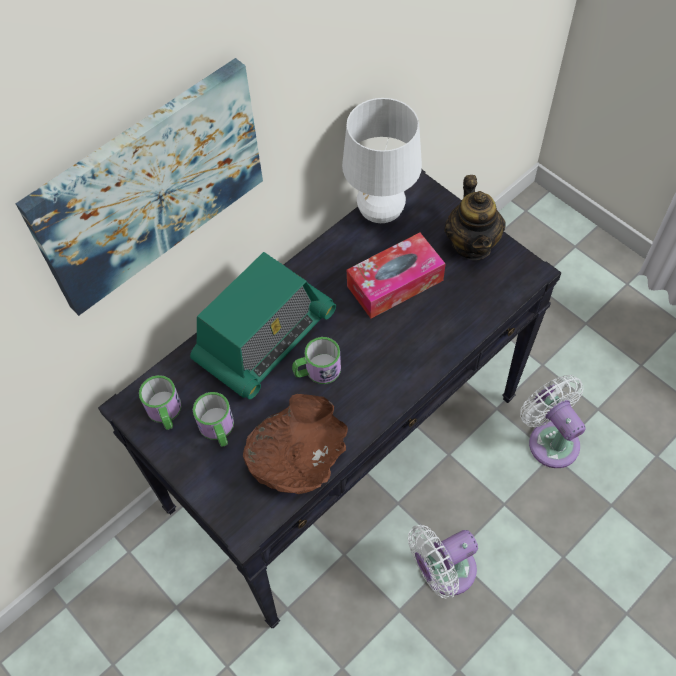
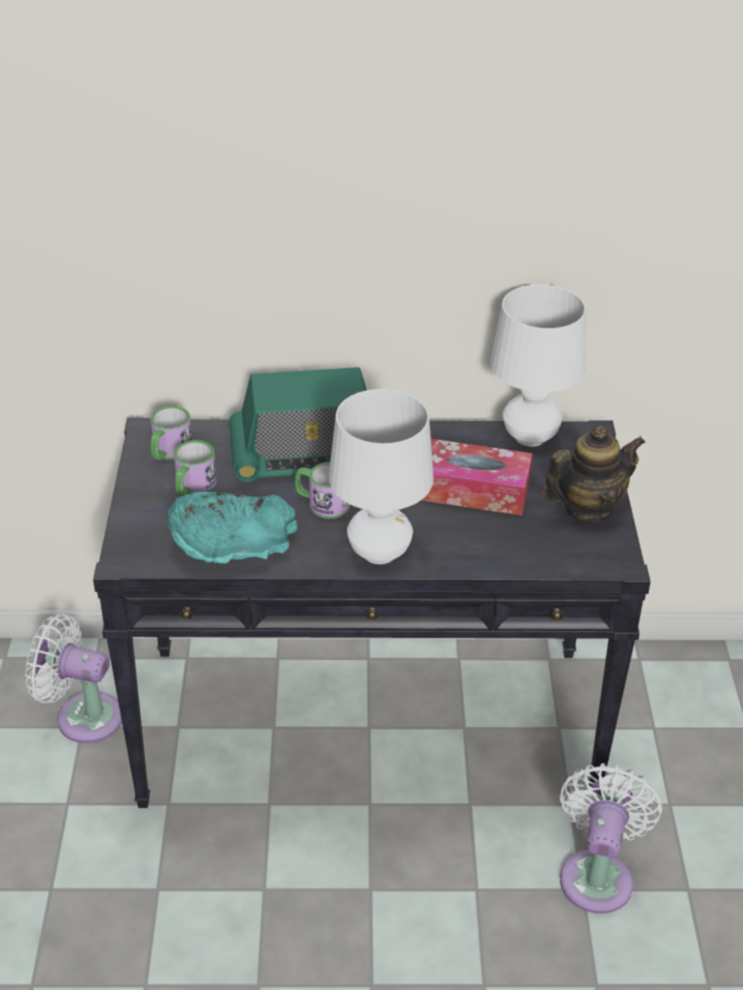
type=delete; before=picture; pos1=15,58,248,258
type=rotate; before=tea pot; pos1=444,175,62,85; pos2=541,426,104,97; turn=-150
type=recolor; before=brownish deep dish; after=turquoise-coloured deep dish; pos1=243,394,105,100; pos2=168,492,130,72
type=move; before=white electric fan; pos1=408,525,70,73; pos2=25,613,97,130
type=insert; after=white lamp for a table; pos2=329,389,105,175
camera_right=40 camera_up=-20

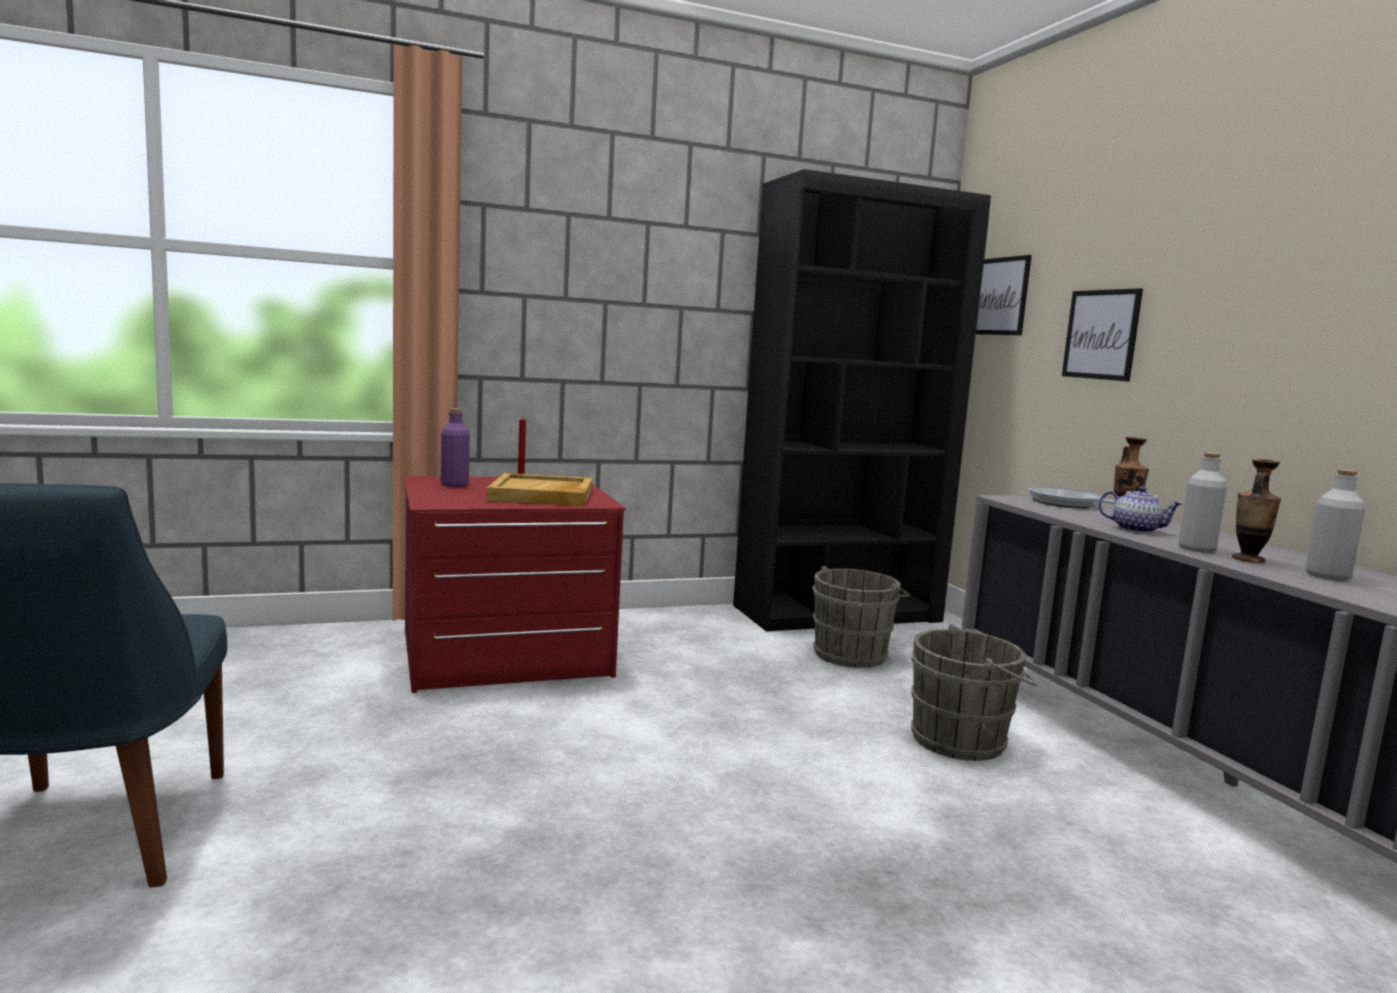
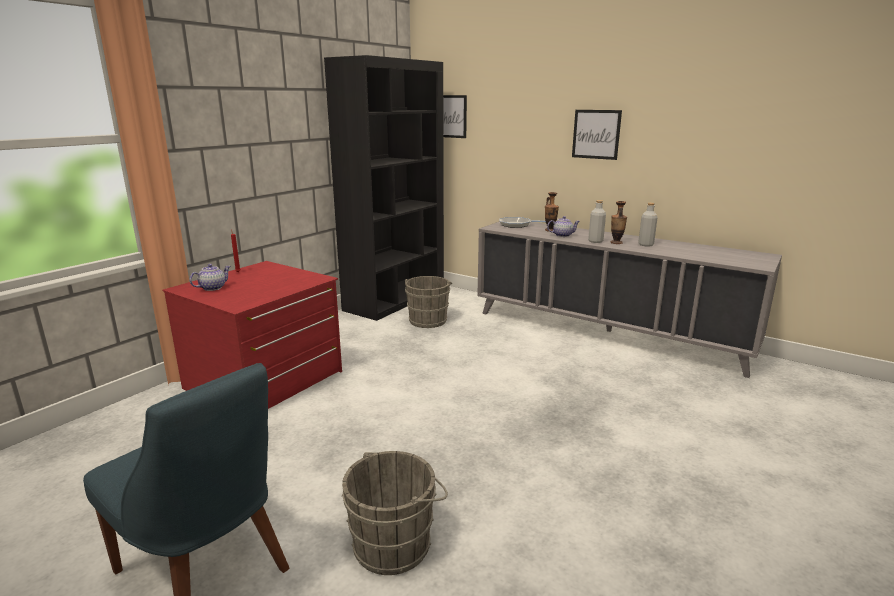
type=move; before=picture; pos1=1062,288,81,94; pos2=572,110,50,50
type=replace; before=purple-coloured bottle; after=tea pot; pos1=441,408,29,79; pos2=190,264,41,27
type=delete; before=beige-coloured carrying tray; pos1=486,473,107,33
type=move; before=gray bucket; pos1=911,624,126,137; pos2=342,451,106,124
camera_right=-35 camera_up=10

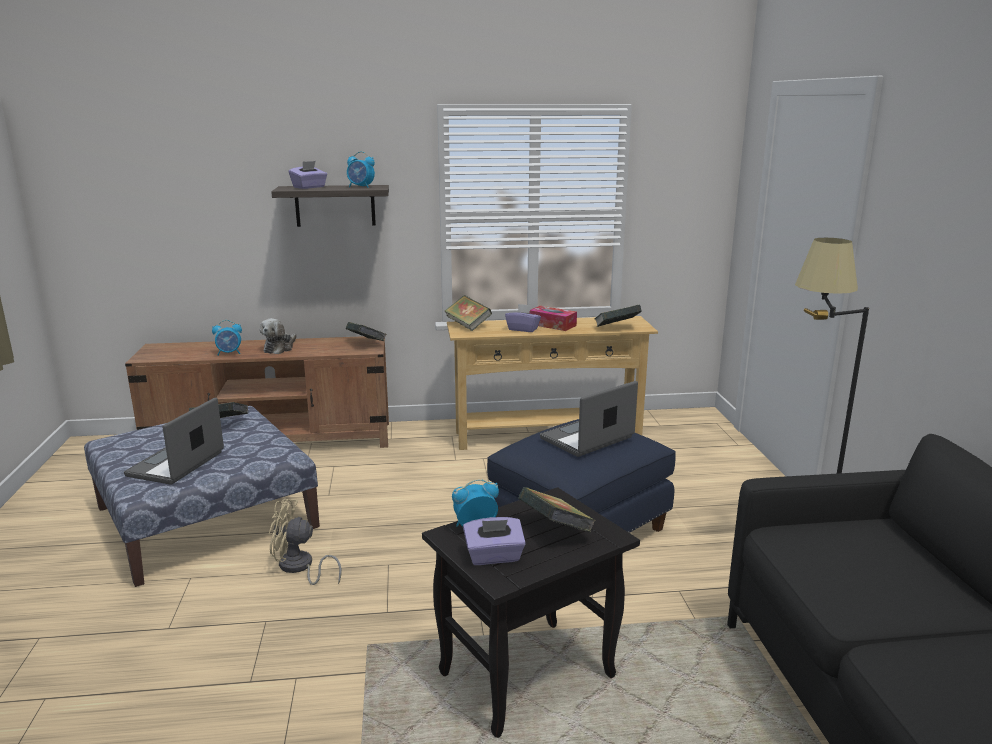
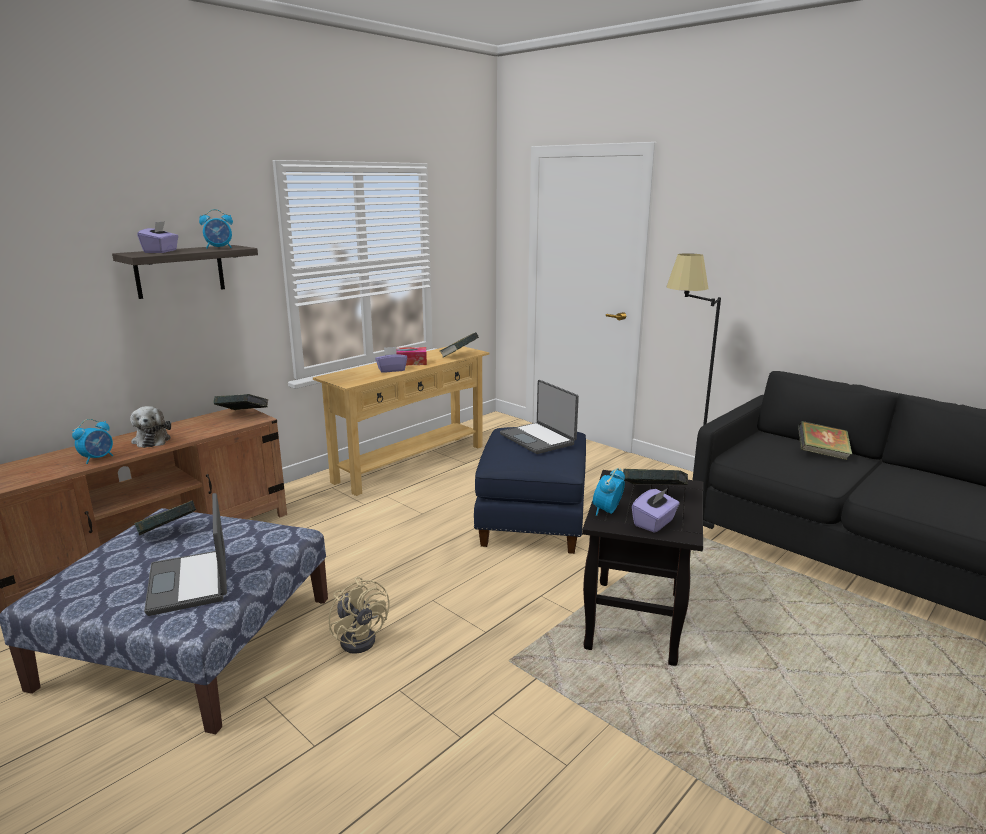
type=move; before=book; pos1=445,295,47,36; pos2=798,421,54,39
type=rotate; before=laptop; pos1=540,381,98,76; pos2=500,380,79,74; turn=-45
type=rotate; before=beige-coloured electric fan; pos1=269,499,73,86; pos2=329,577,61,77; turn=-90
camera_right=-40 camera_up=0

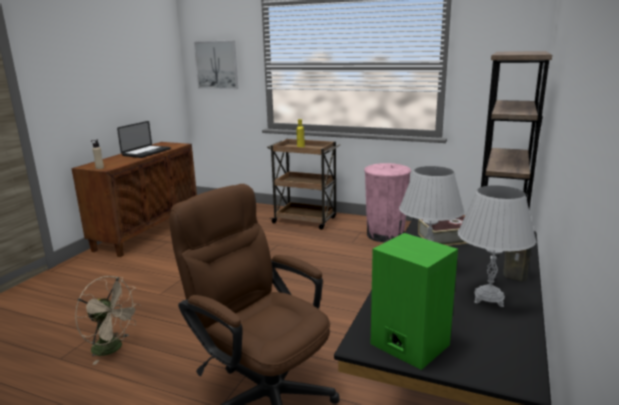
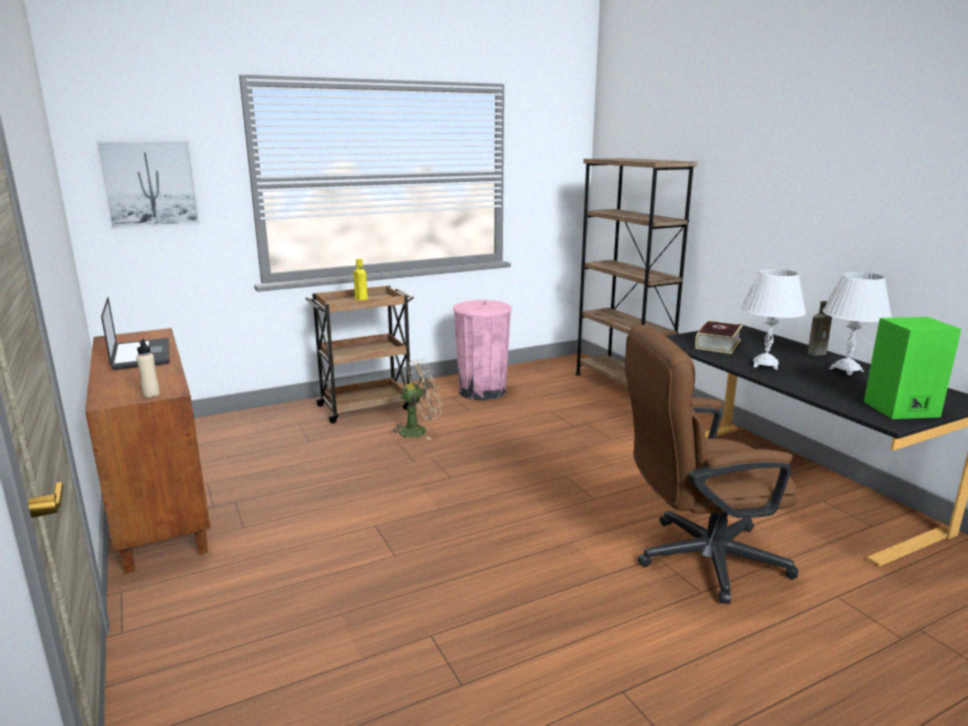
type=move; before=beige-coloured electric fan; pos1=75,276,64,89; pos2=389,359,53,81
camera_right=-50 camera_up=0

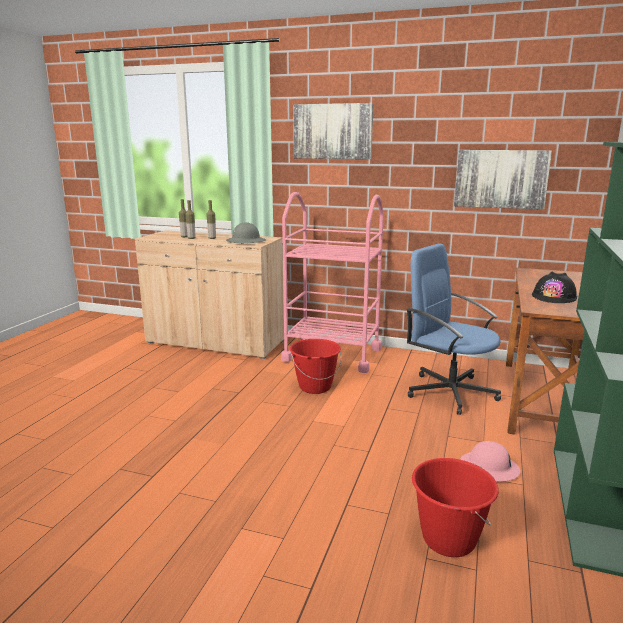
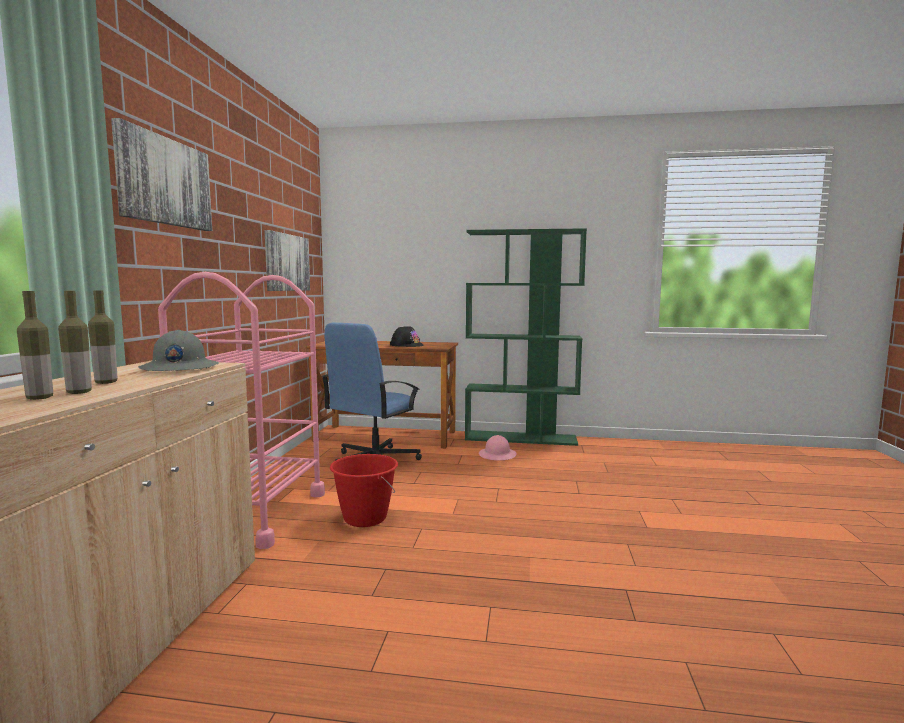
type=delete; before=red bucket; pos1=412,458,87,99
camera_right=-100 camera_up=-10

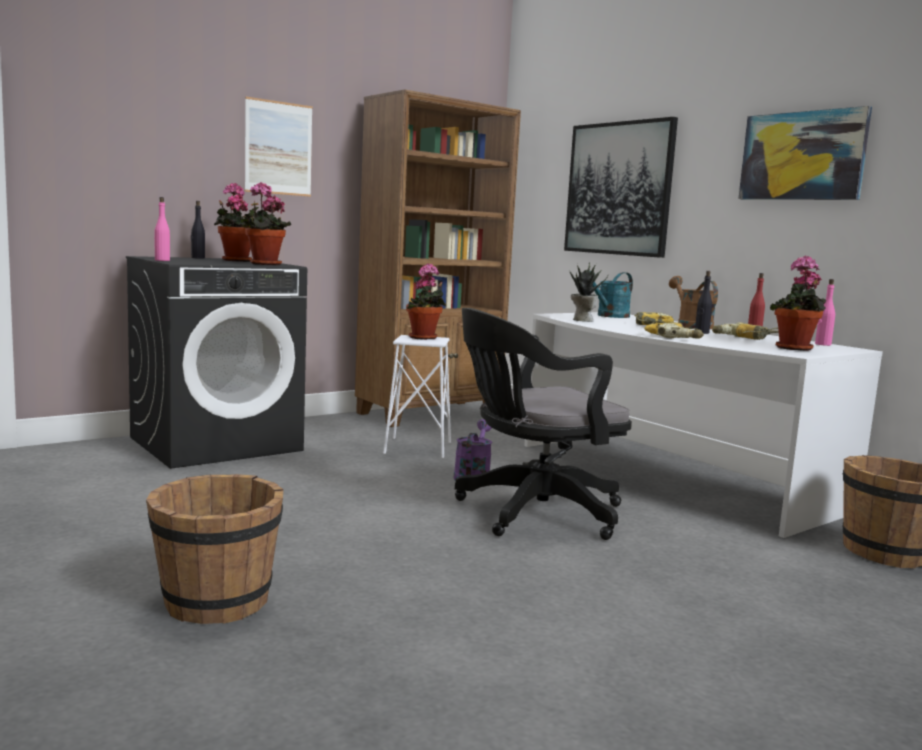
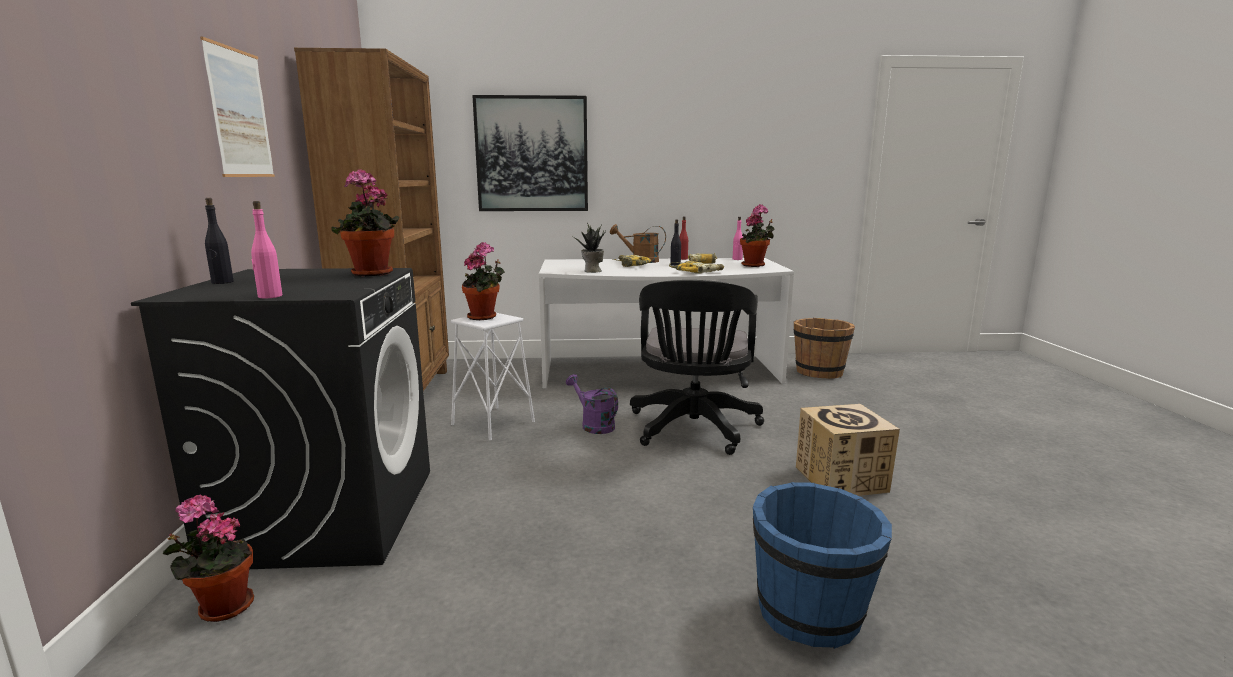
type=delete; before=picture; pos1=738,106,134,94
type=move; before=houseplant; pos1=214,183,38,79; pos2=163,494,91,128
type=delete; before=turquoise-coloured sprinkling can; pos1=590,271,43,47
type=recolor; before=brownish bucket; after=blue bucket; pos1=146,474,137,150; pos2=753,482,139,167
type=insert; after=cardboard box; pos2=796,404,104,92
camera_right=-55 camera_up=5

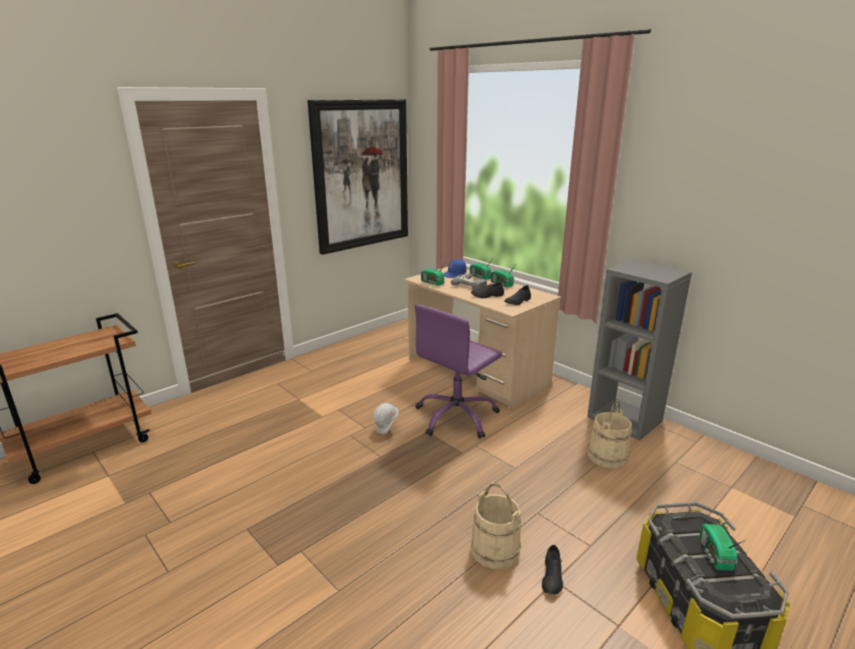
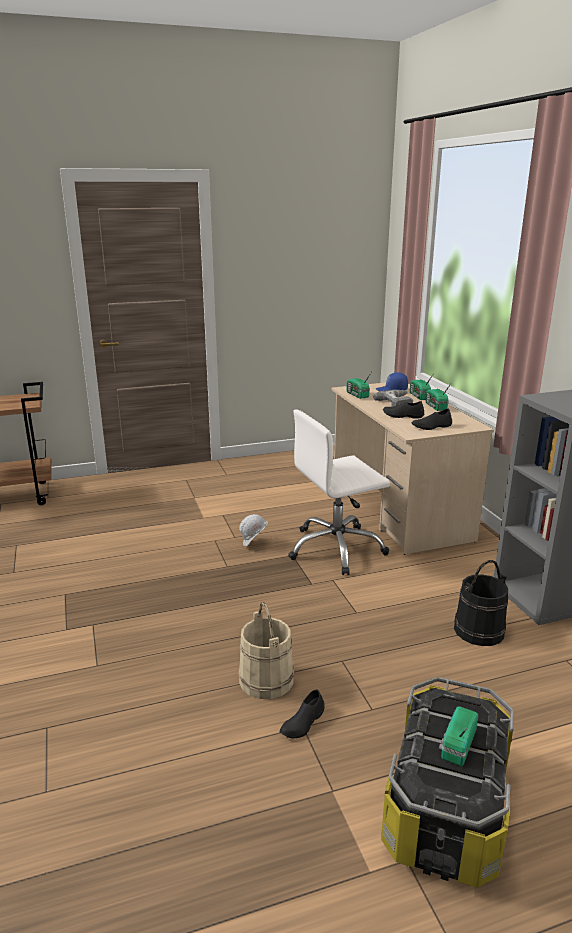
type=delete; before=picture; pos1=307,99,101,156
type=recolor; before=purple-coloured computer chair; after=white computer chair; pos1=415,304,87,135; pos2=288,409,102,166
type=recolor; before=beige-coloured bucket; after=blackish bucket; pos1=588,400,44,69; pos2=454,560,54,86
camera_right=25 camera_up=0

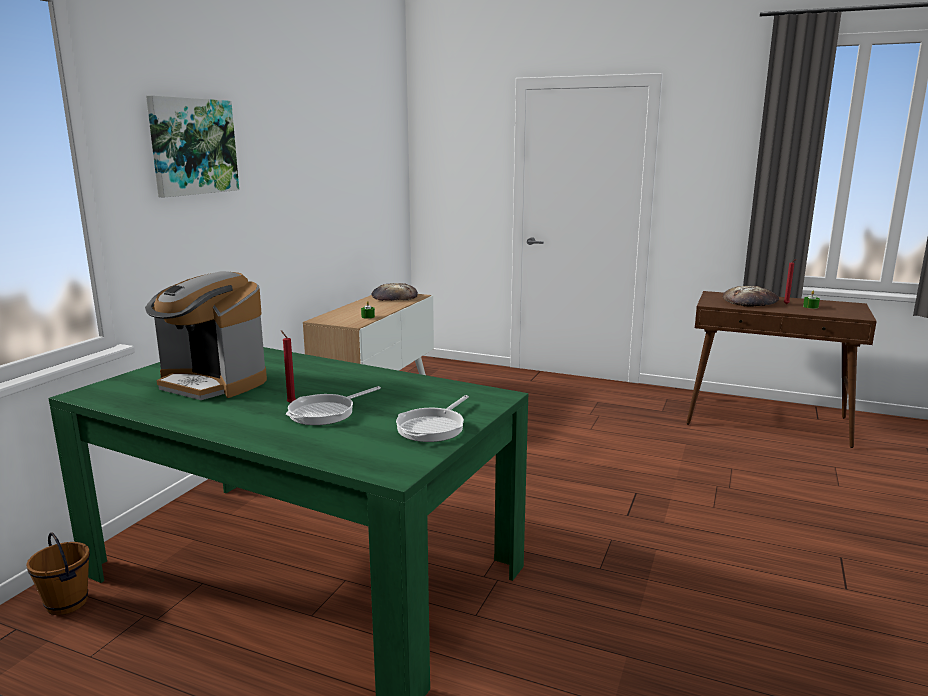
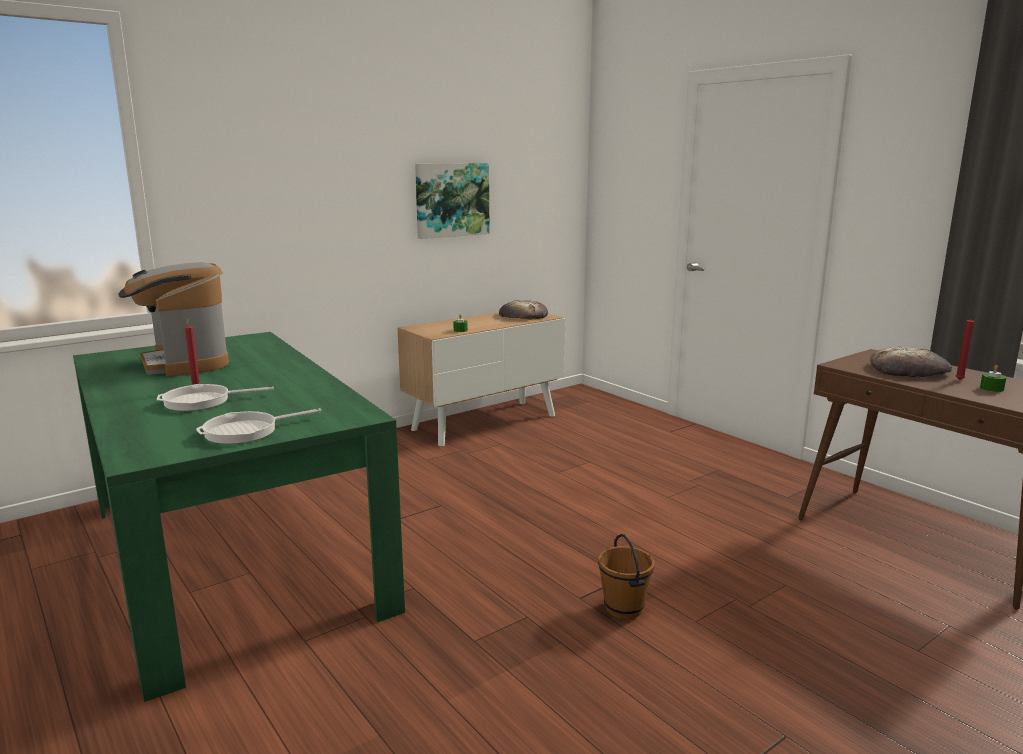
type=move; before=picture; pos1=146,95,93,102; pos2=415,163,75,76
type=move; before=brownish bucket; pos1=26,532,64,83; pos2=598,534,56,85
camera_right=30 camera_up=0

